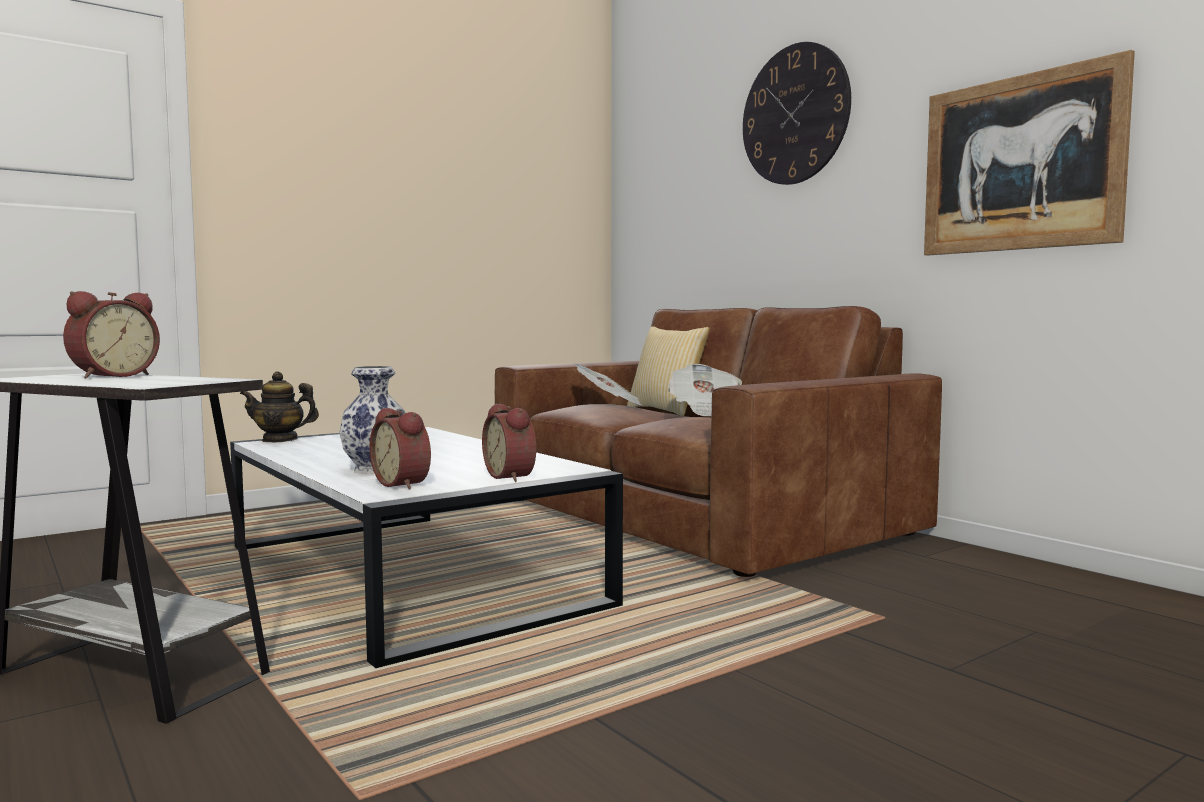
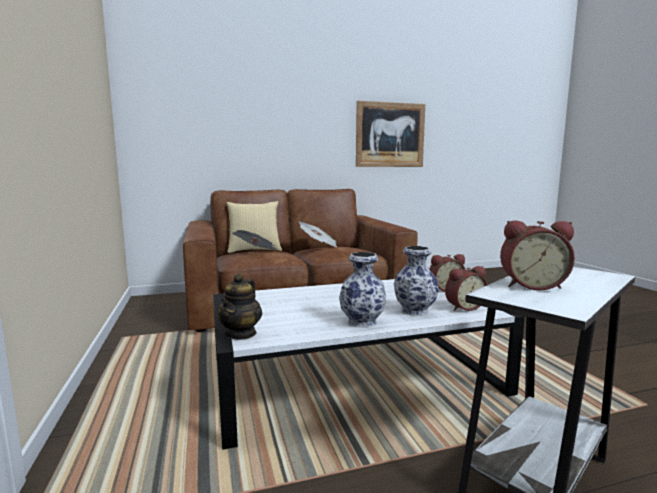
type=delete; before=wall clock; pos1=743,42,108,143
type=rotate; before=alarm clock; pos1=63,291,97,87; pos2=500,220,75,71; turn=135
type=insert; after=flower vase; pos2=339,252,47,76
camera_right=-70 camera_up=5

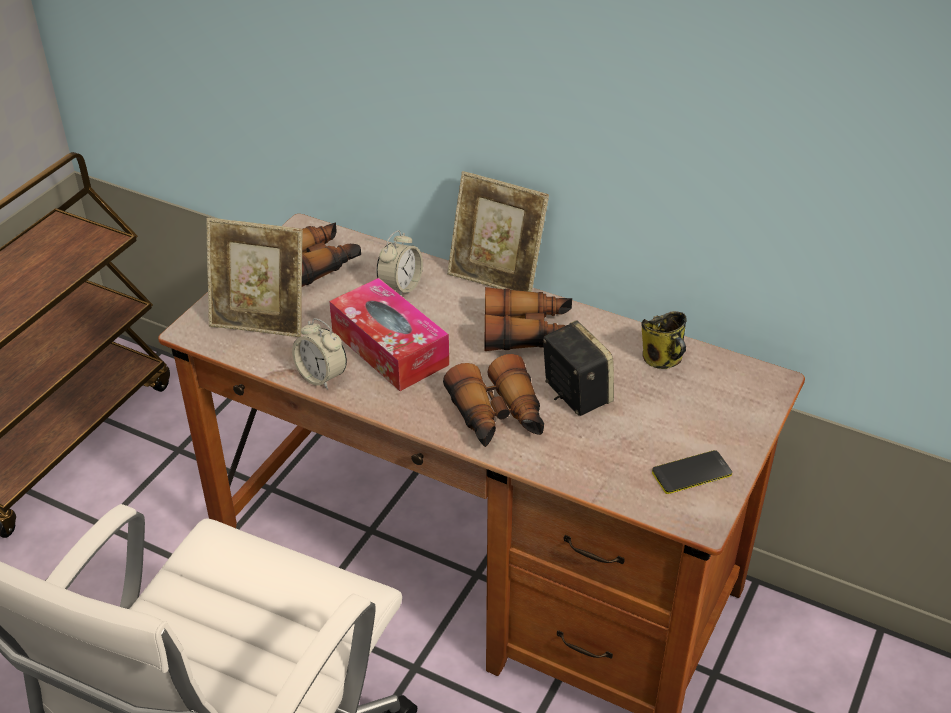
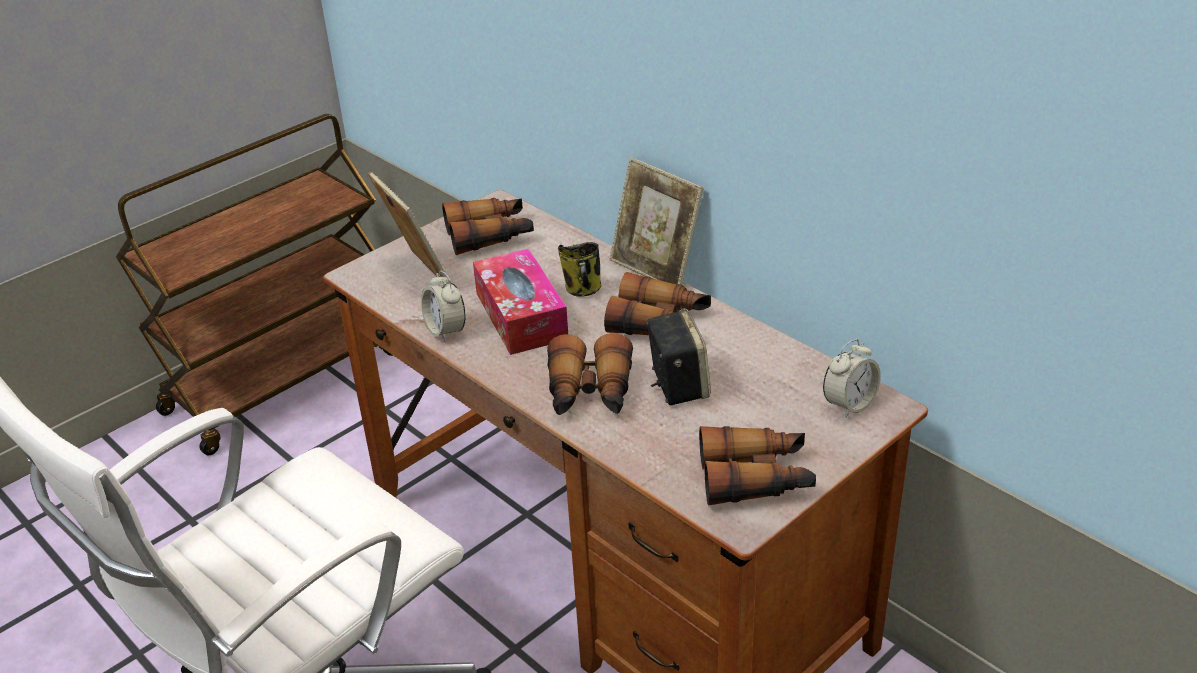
type=rotate; before=photo frame; pos1=206,218,97,119; pos2=368,172,82,112; turn=-150
type=move; before=alarm clock; pos1=376,230,47,65; pos2=823,339,58,79
type=move; before=coffee mug; pos1=641,311,46,58; pos2=558,242,43,55
type=replace; before=phone; after=pair of binoculars; pos1=652,450,80,44; pos2=699,426,117,80
camera_right=20 camera_up=-5

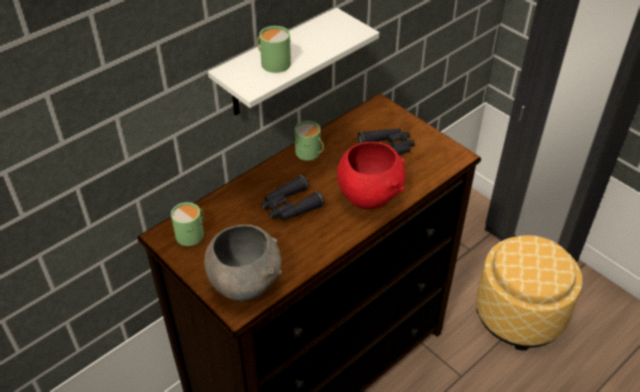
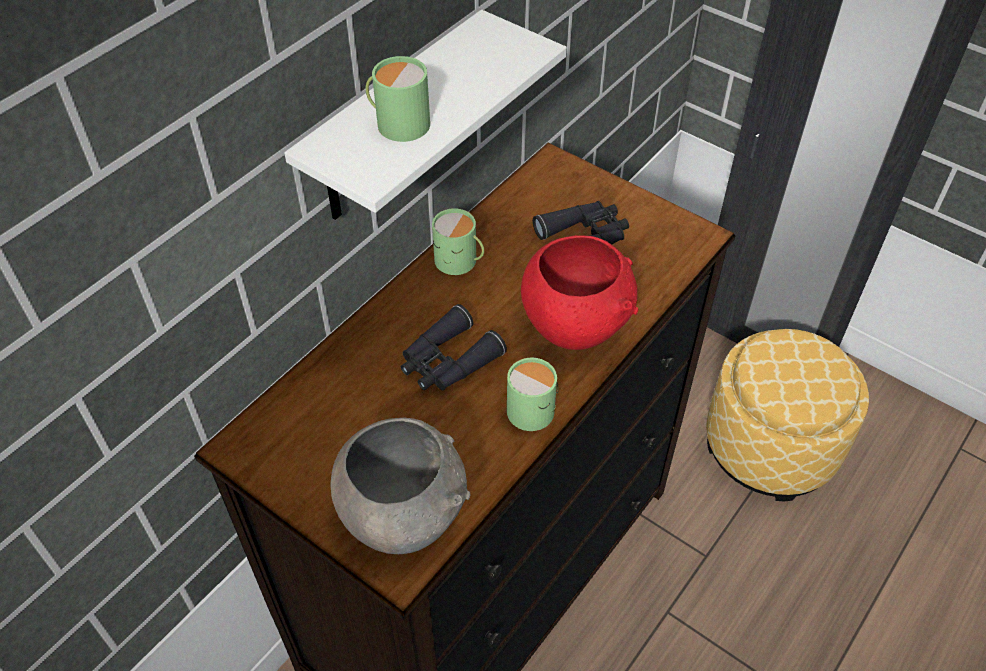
type=move; before=green coffee mug; pos1=171,202,33,44; pos2=507,358,52,73
camera_right=-10 camera_up=5

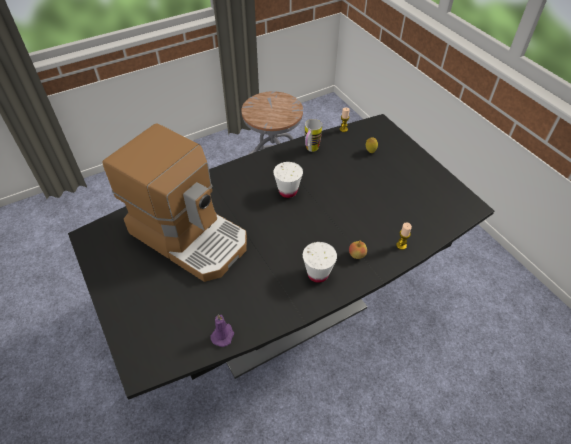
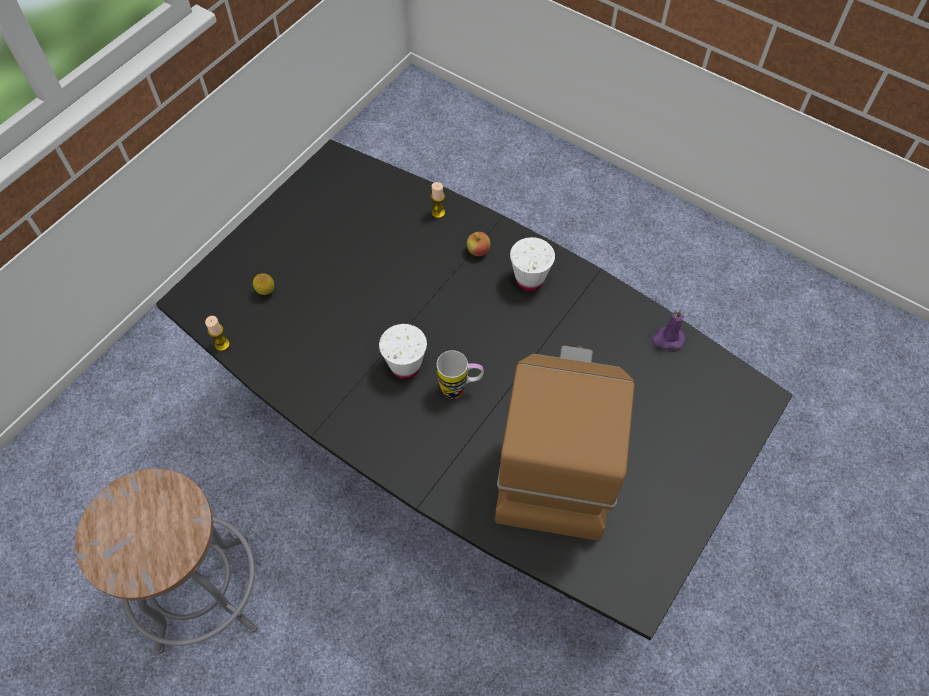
type=move; before=coffee mug; pos1=305,119,17,33; pos2=437,350,47,49
camera_right=-115 camera_up=10

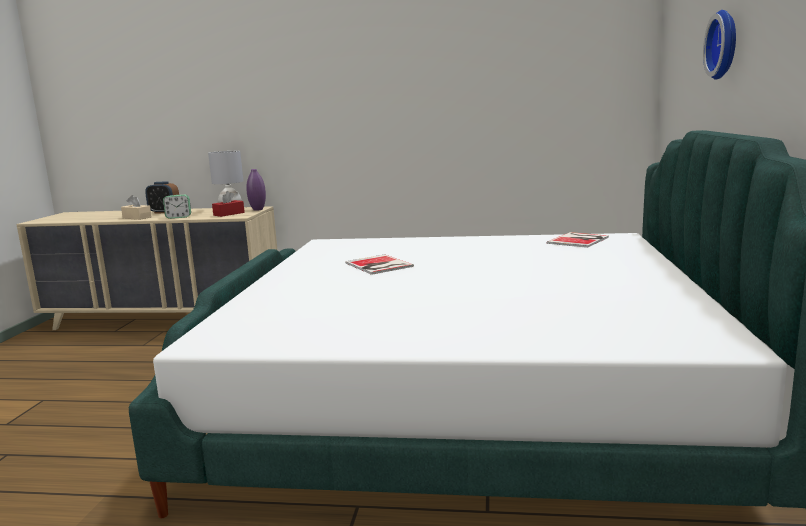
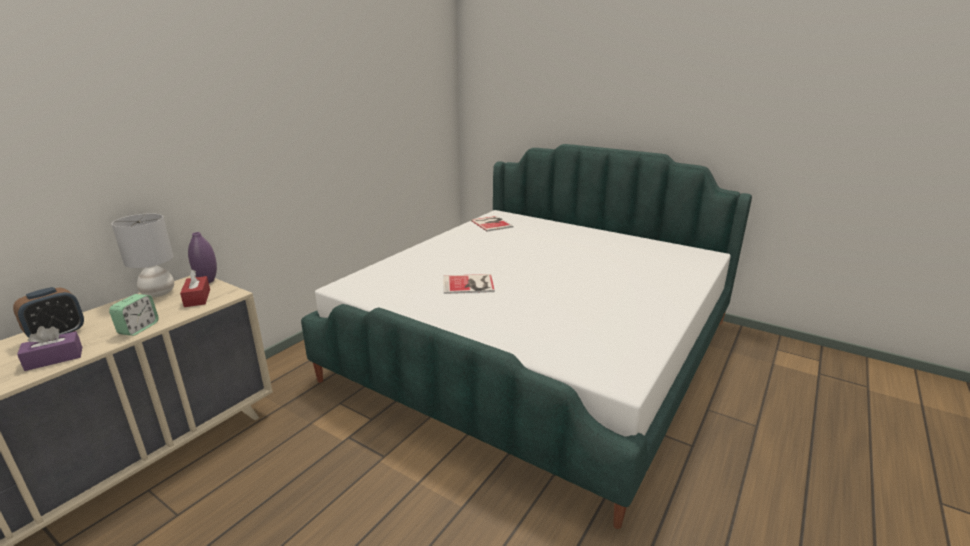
type=delete; before=wall clock; pos1=703,10,33,70
type=recolor; before=beige-coloured box of tissues; after=purple-coloured box of tissues; pos1=121,195,31,25; pos2=17,326,65,45
camera_right=-65 camera_up=10

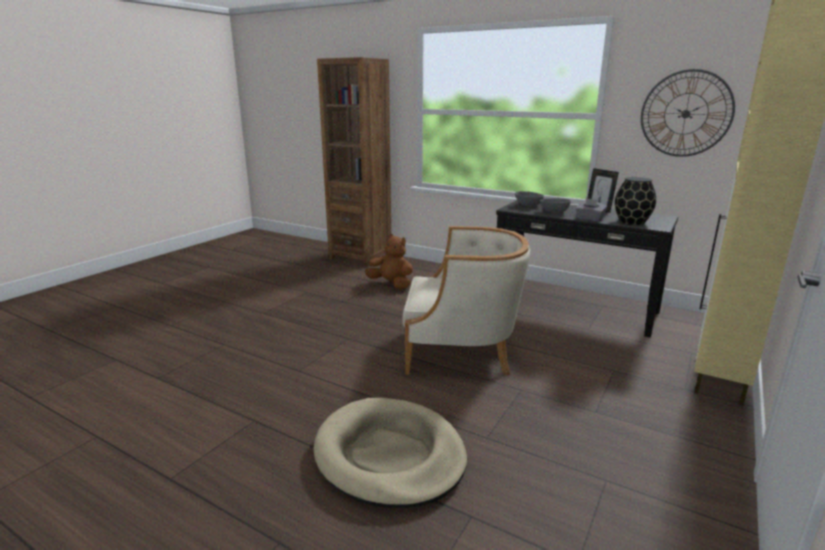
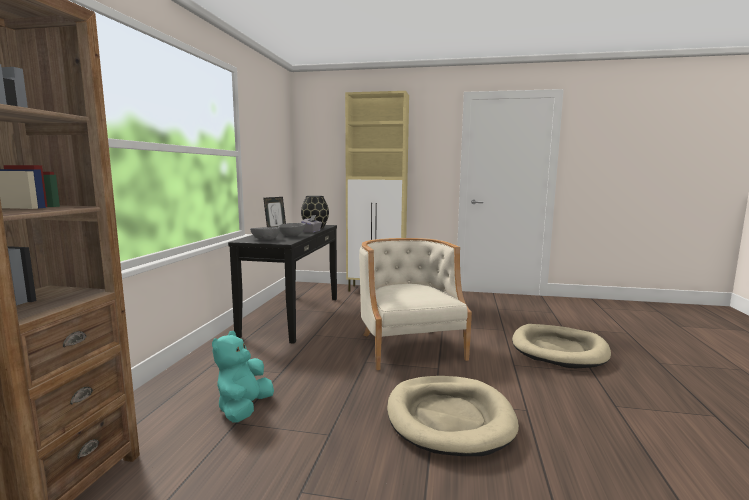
type=delete; before=wall clock; pos1=641,69,94,88
type=recolor; before=brownish soft toy; after=turquoise-coloured soft toy; pos1=365,234,48,55; pos2=212,331,62,92
type=insert; after=beige-coloured dog bed; pos2=387,376,132,80
camera_right=-110 camera_up=-10

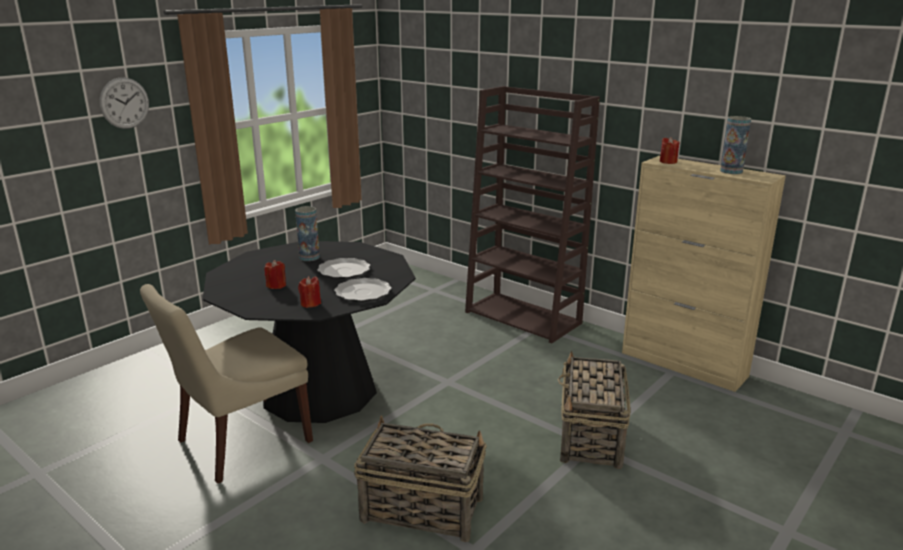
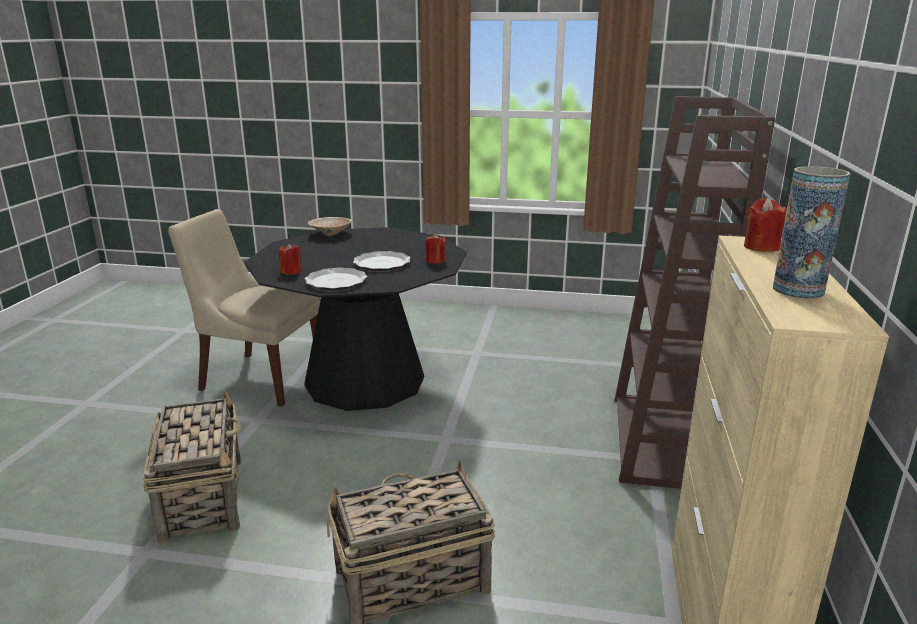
type=delete; before=wall clock; pos1=99,77,50,52
type=delete; before=flower vase; pos1=295,206,25,55
type=move; before=red candle; pos1=264,260,22,29; pos2=425,234,20,30
type=insert; after=beige-coloured deep dish; pos2=308,217,44,19
camera_right=60 camera_up=0

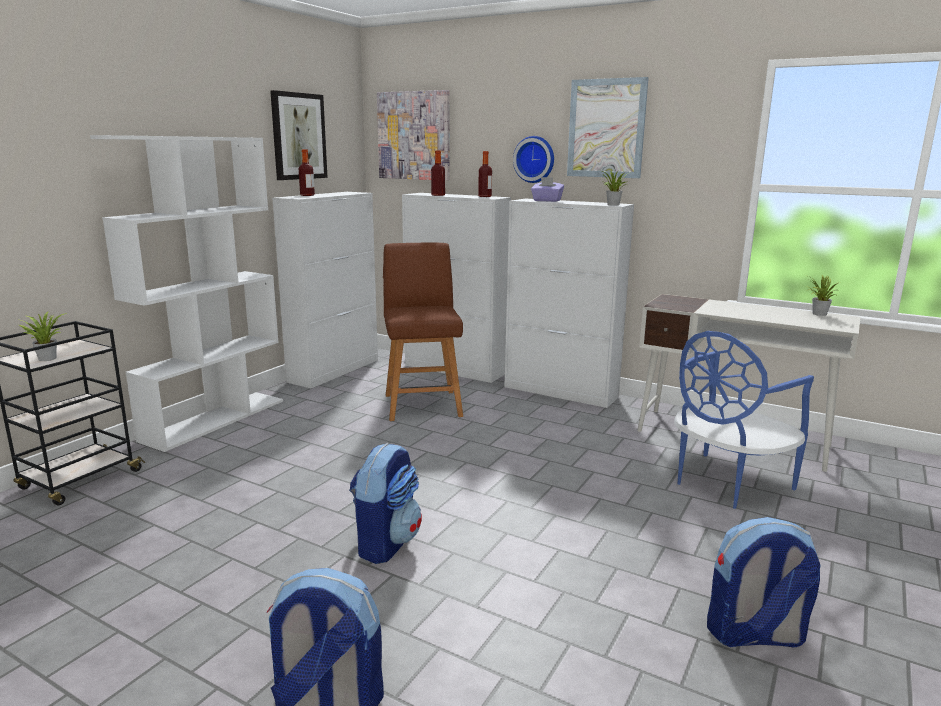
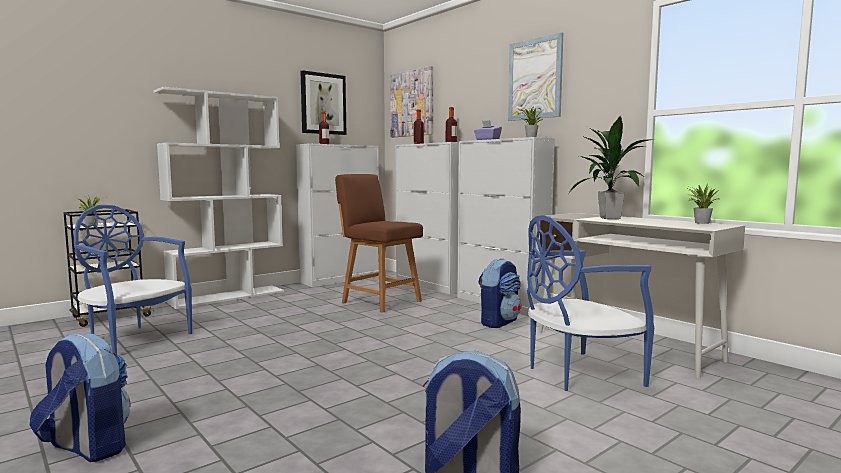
type=delete; before=wall clock; pos1=513,136,41,47
type=rotate; before=brownish chair; pos1=383,243,80,178; pos2=335,174,88,139; turn=-60
type=move; before=knapsack; pos1=349,443,73,121; pos2=478,258,43,70
type=insert; after=houseplant; pos2=569,116,86,103
type=insert; after=blue chair; pos2=74,204,118,150
camera_right=20 camera_up=-10

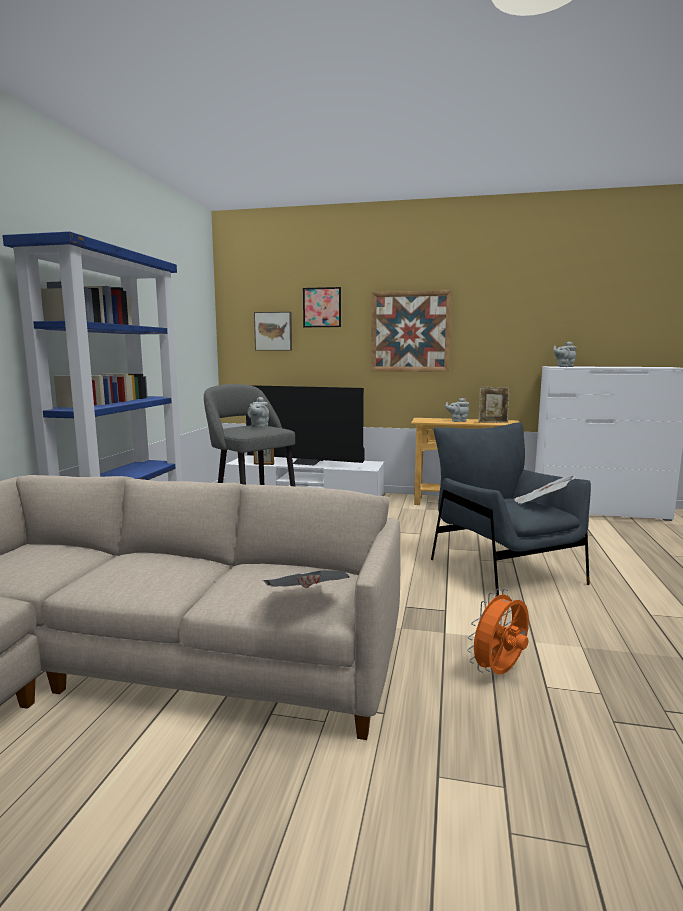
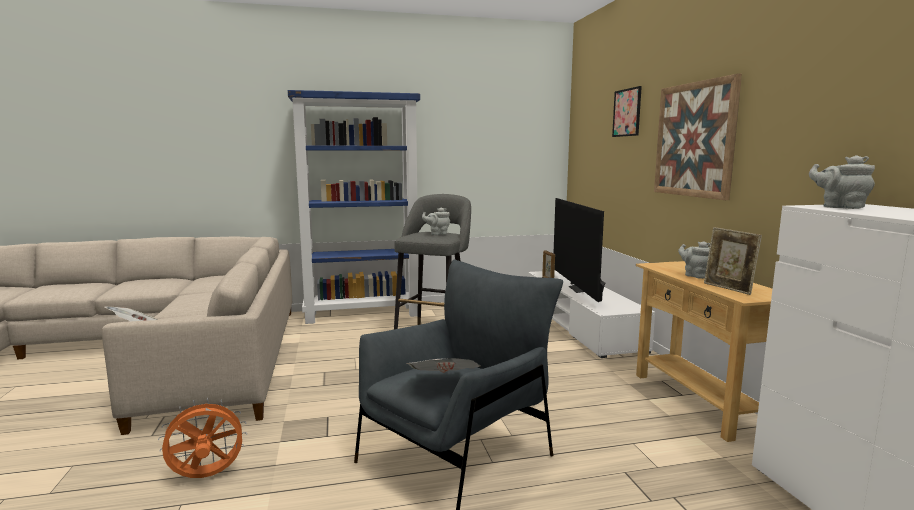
type=delete; before=picture; pos1=254,312,38,39
type=rotate; before=orange-coloured electric fan; pos1=467,589,62,86; pos2=158,398,89,80; turn=-45
camera_right=65 camera_up=0

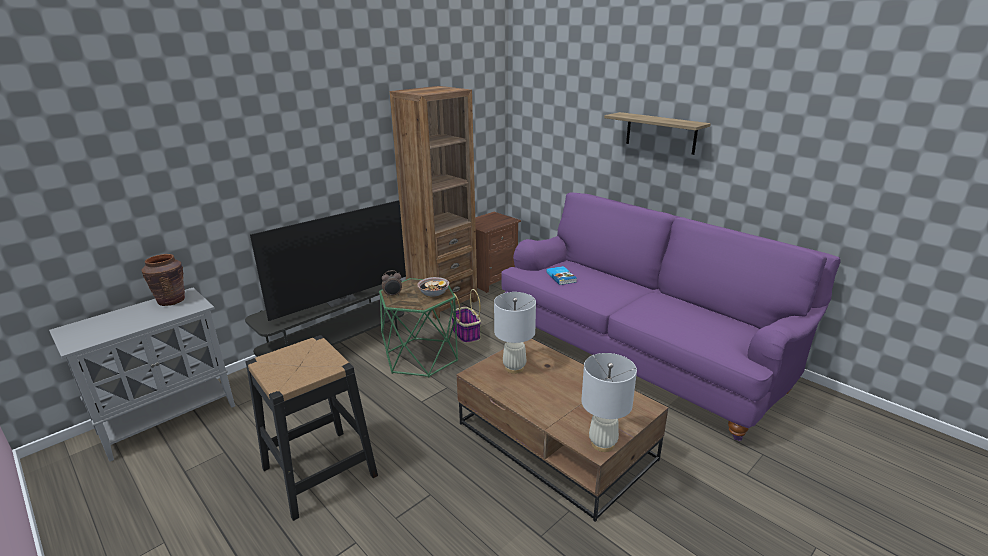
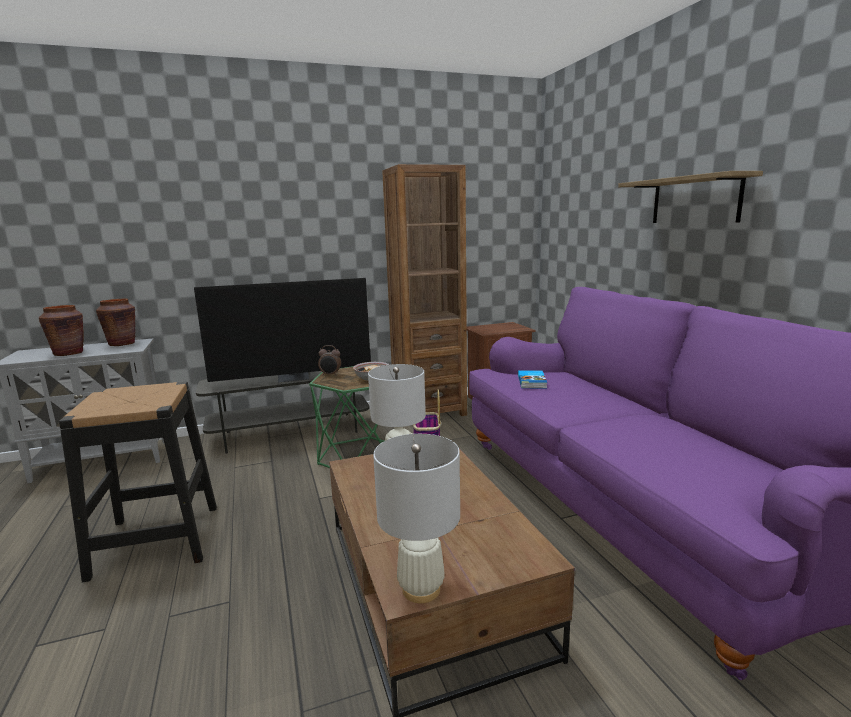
type=insert; after=brownish flower vase; pos2=38,305,46,51
camera_right=25 camera_up=-10

